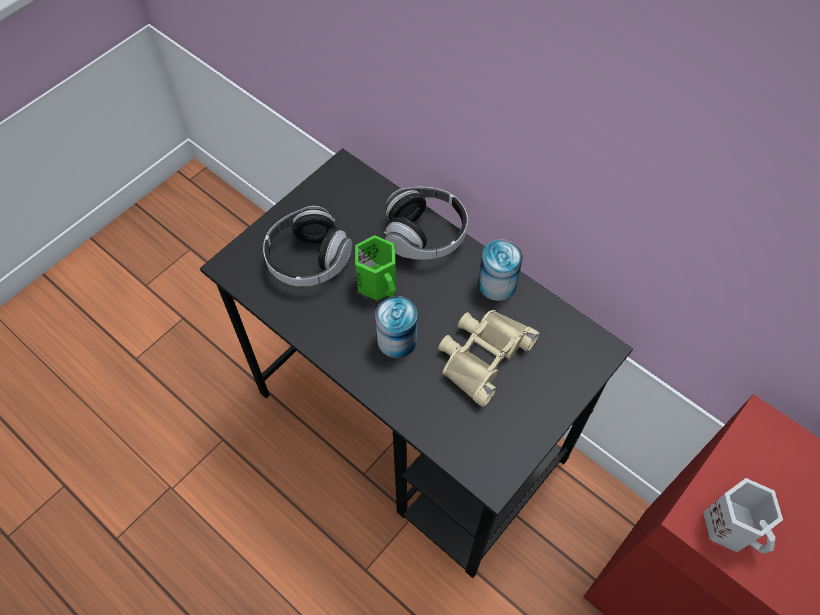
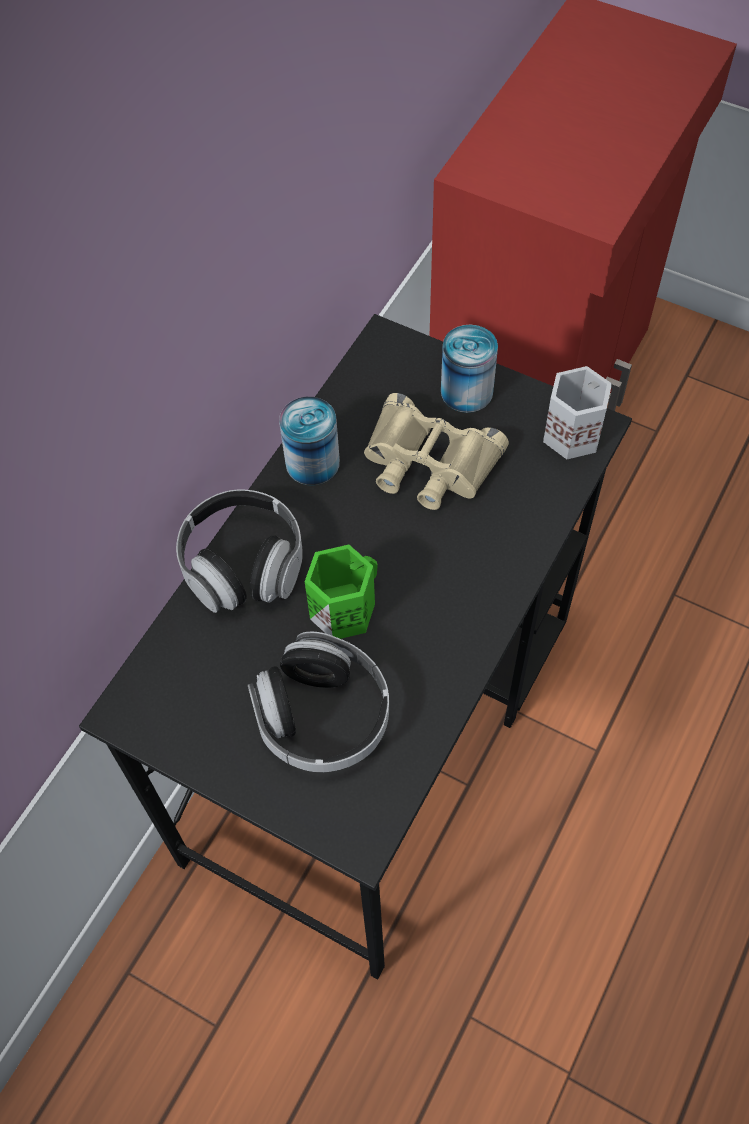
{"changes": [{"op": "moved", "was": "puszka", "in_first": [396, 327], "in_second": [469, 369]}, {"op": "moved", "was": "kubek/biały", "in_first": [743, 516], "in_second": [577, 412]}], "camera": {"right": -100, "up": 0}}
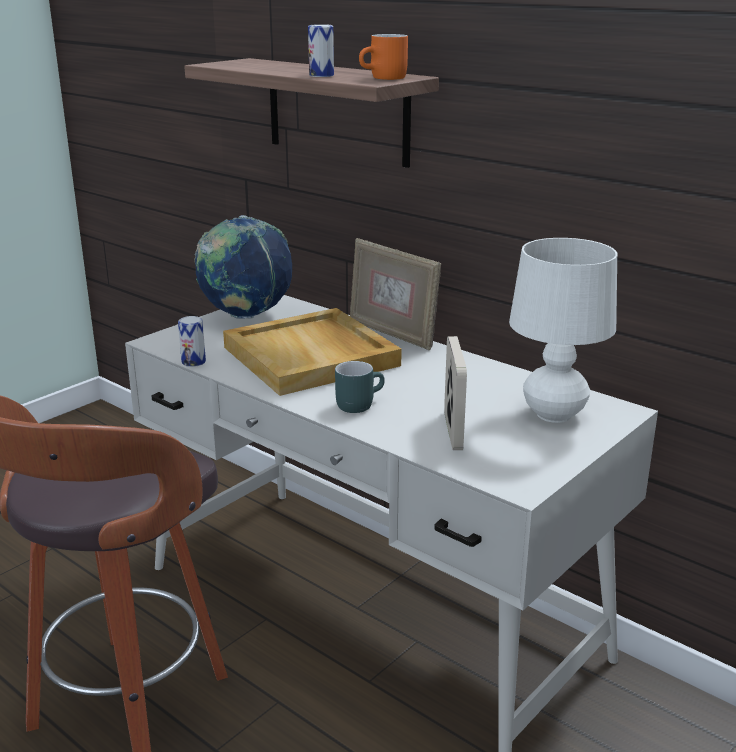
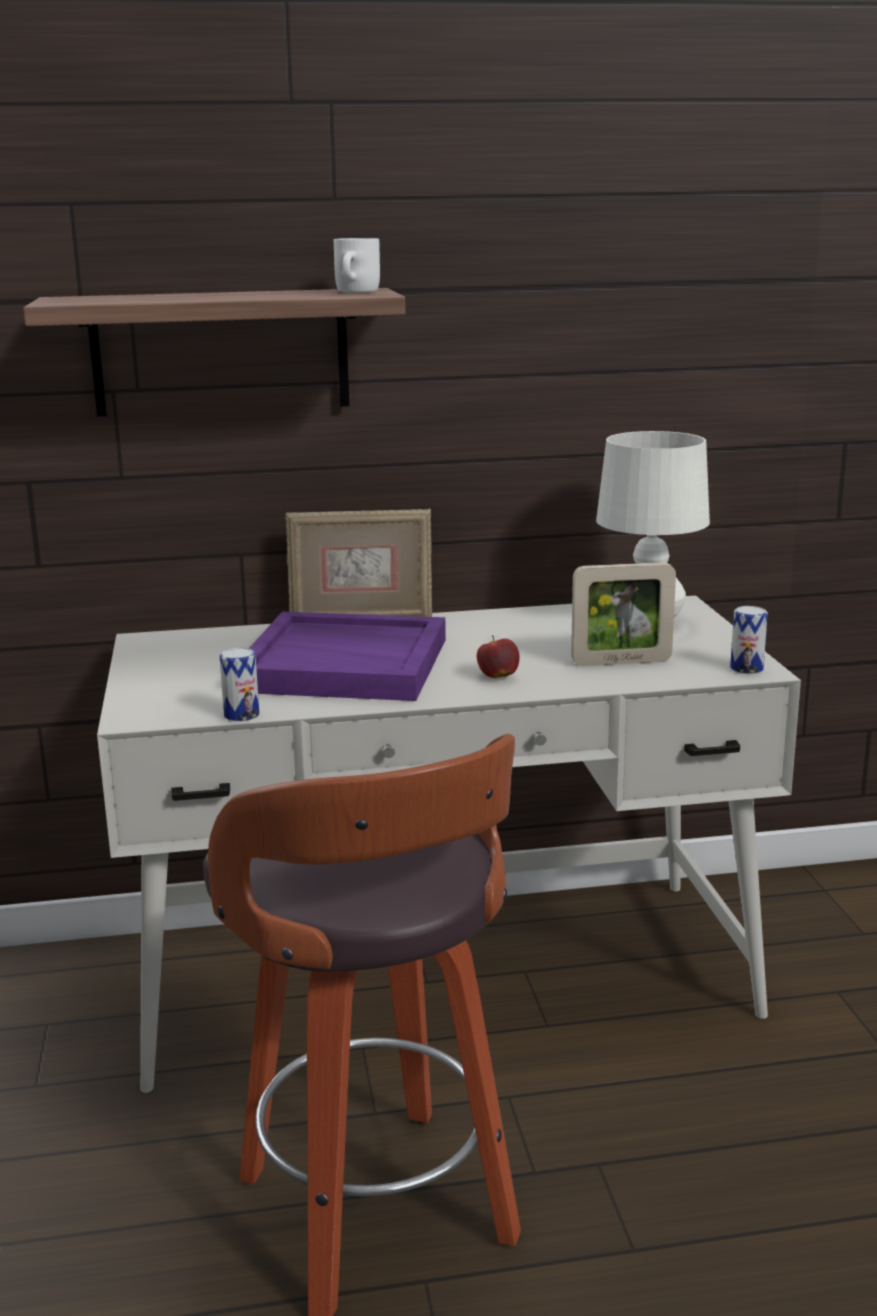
{"changes": [{"op": "recoloured", "was": "taca/beżowy", "now": "taca/fioletowy", "in_first": [312, 352], "in_second": [347, 656]}, {"op": "recoloured", "was": "kubek/pomarańczowy", "now": "kubek/biały", "in_first": [383, 57], "in_second": [357, 265]}, {"op": "replaced", "was": "kubek/turkusowy", "now": "jabłko", "in_first": [360, 387], "in_second": [498, 656]}, {"op": "turned", "was": "ramka na zdjęcie", "in_first": [455, 393], "in_second": [623, 614], "clockwise": 135}, {"op": "moved", "was": "puszka", "in_first": [321, 50], "in_second": [749, 640]}, {"op": "removed", "was": "globus", "in_first": [243, 267]}], "camera": {"right": -50, "up": -5}}
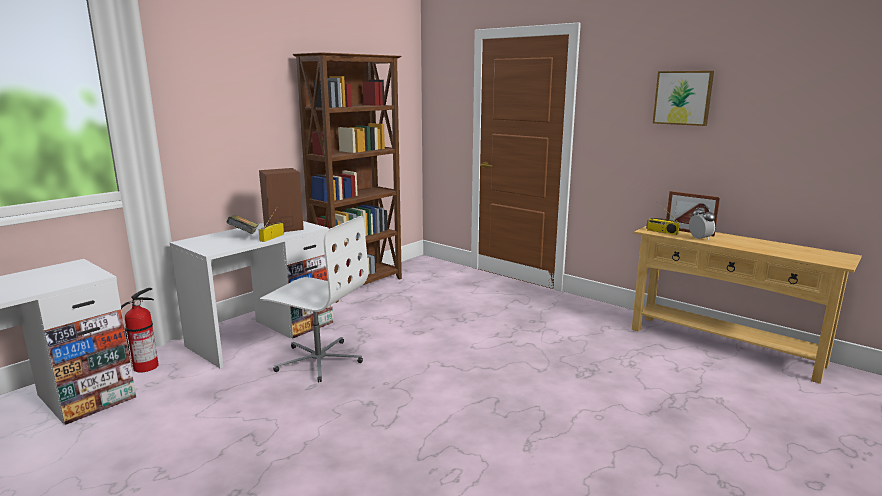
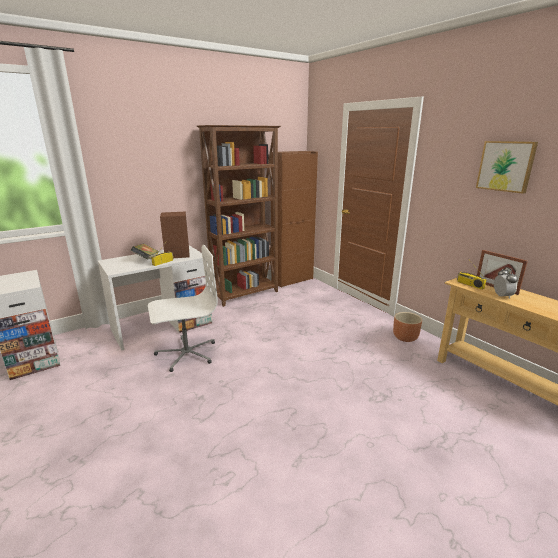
{"changes": [{"op": "turned", "was": "krzesło biurowe/biały", "in_first": [314, 299], "in_second": [183, 308], "clockwise": -60}, {"op": "added", "now": "szafka/brązowy", "in_second": [294, 219]}, {"op": "added", "now": "donica/brązowy", "in_second": [407, 327]}, {"op": "removed", "was": "gaśnica", "in_first": [140, 330]}], "camera": {"right": 15, "up": 5}}
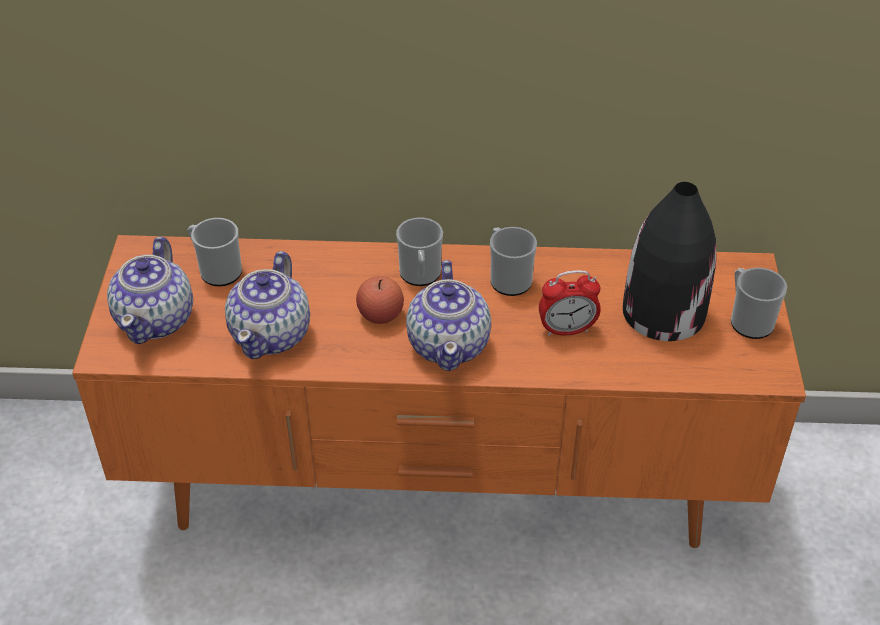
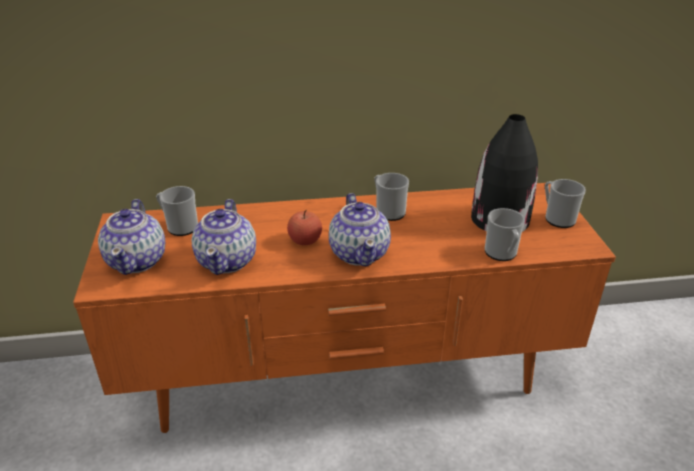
{"changes": [{"op": "moved", "was": "kubek", "in_first": [419, 251], "in_second": [505, 234]}, {"op": "removed", "was": "budzik", "in_first": [570, 303]}], "camera": {"right": -10, "up": -10}}
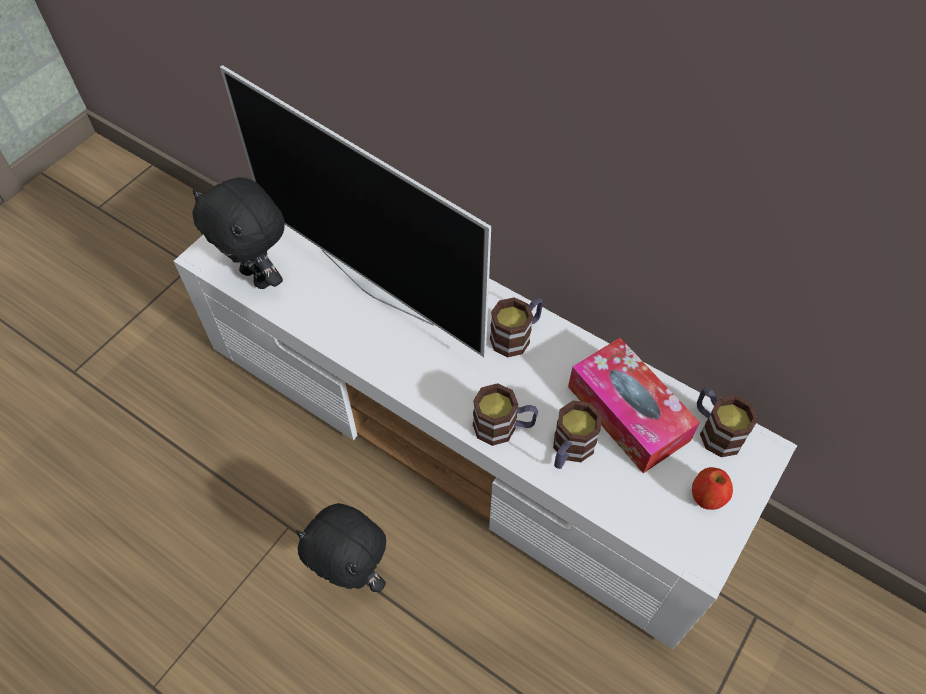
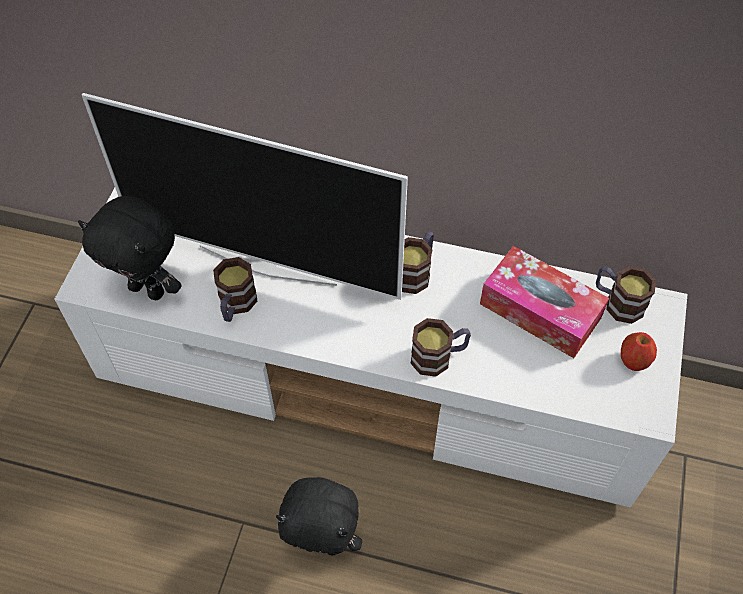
{"changes": [{"op": "moved", "was": "kubek", "in_first": [577, 434], "in_second": [235, 289]}], "camera": {"right": -20, "up": 0}}
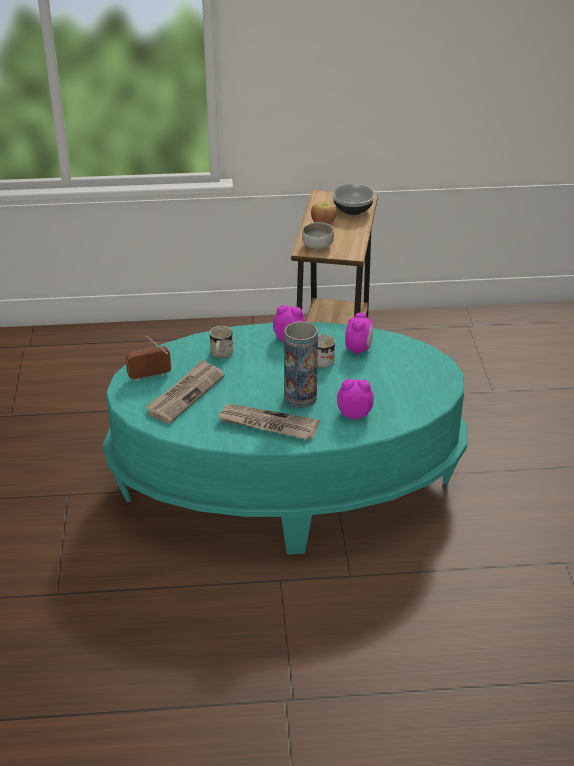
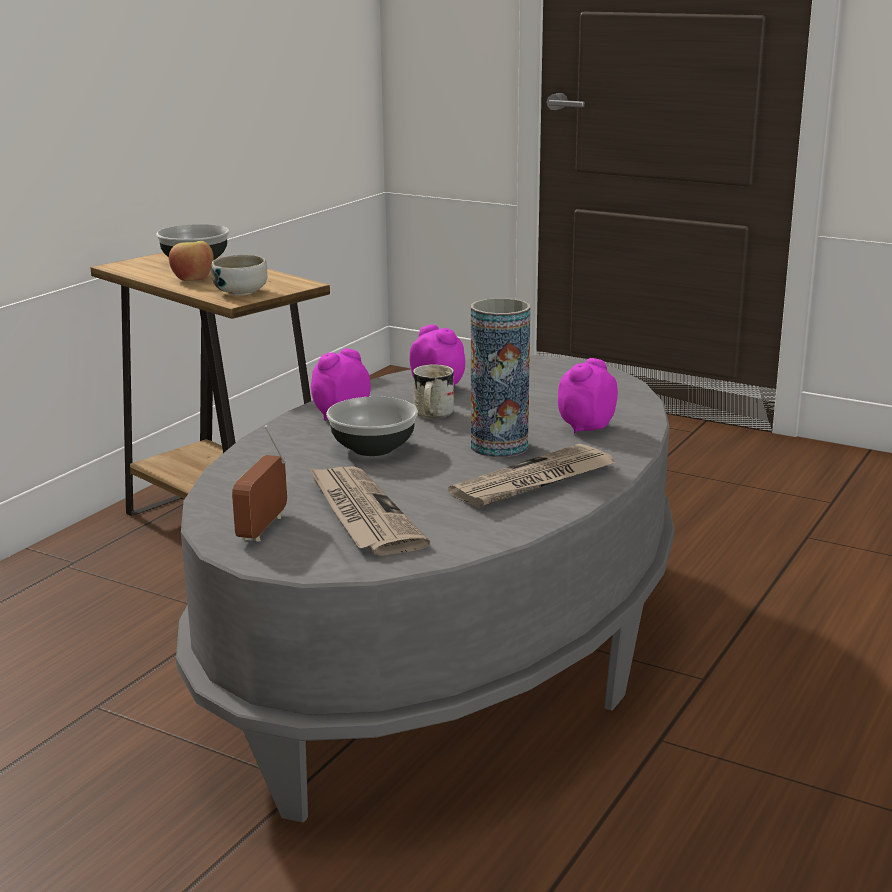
{"changes": [{"op": "recoloured", "was": "ława/turkusowy", "now": "ława/szary", "in_first": [285, 438], "in_second": [425, 588]}, {"op": "added", "now": "miska", "in_second": [372, 426]}, {"op": "removed", "was": "kubek/biały", "in_first": [221, 342]}], "camera": {"right": -55, "up": -15}}
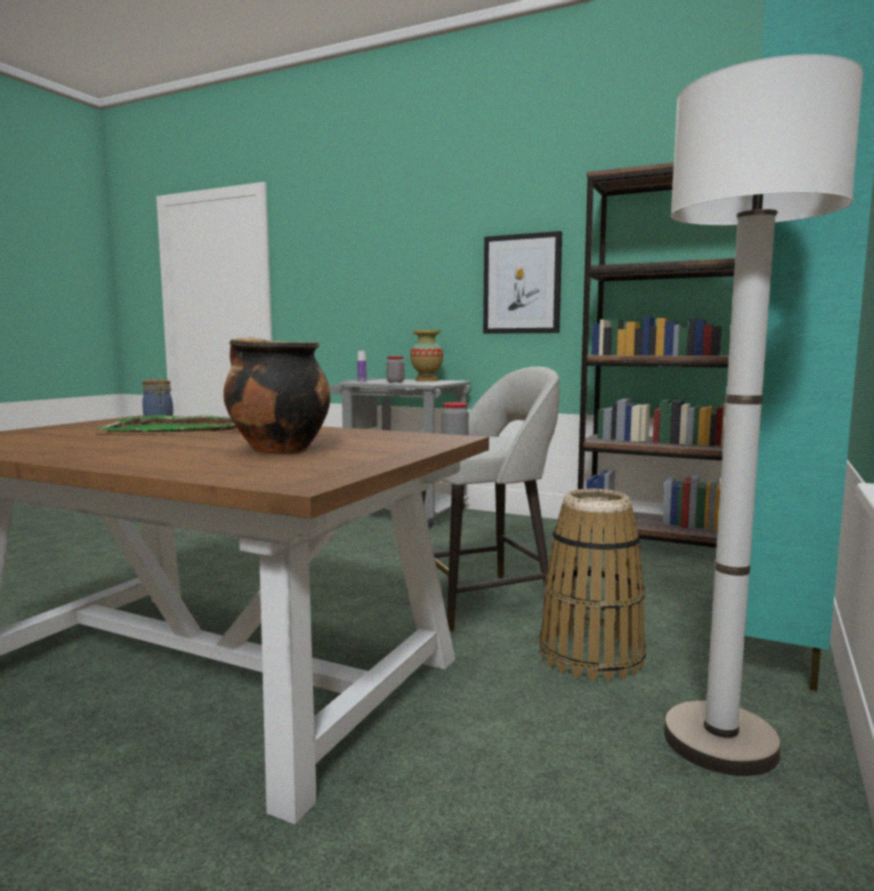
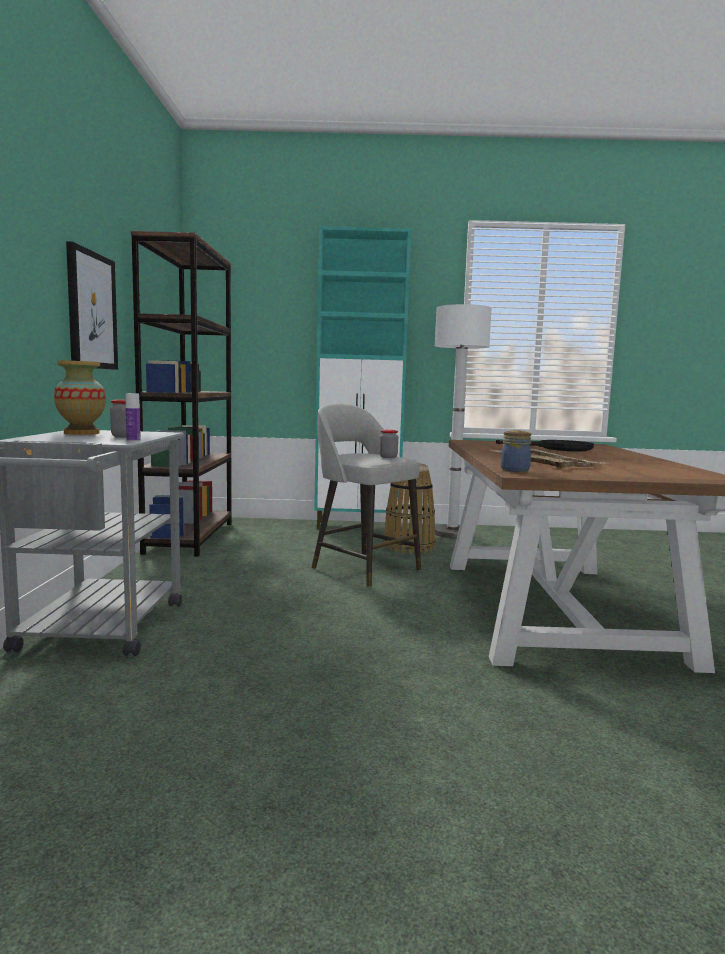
{"changes": [{"op": "recoloured", "was": "taca/zielony", "now": "taca/beżowy", "in_first": [167, 423], "in_second": [545, 458]}, {"op": "replaced", "was": "garnek", "now": "patelnia/czarny", "in_first": [277, 396], "in_second": [545, 445]}], "camera": {"right": -115, "up": 0}}
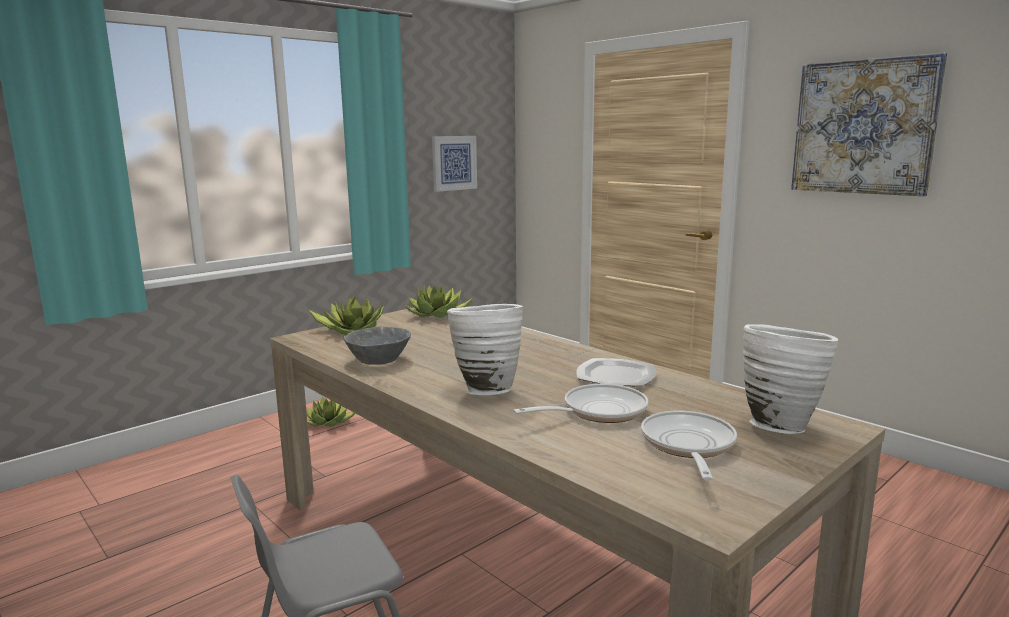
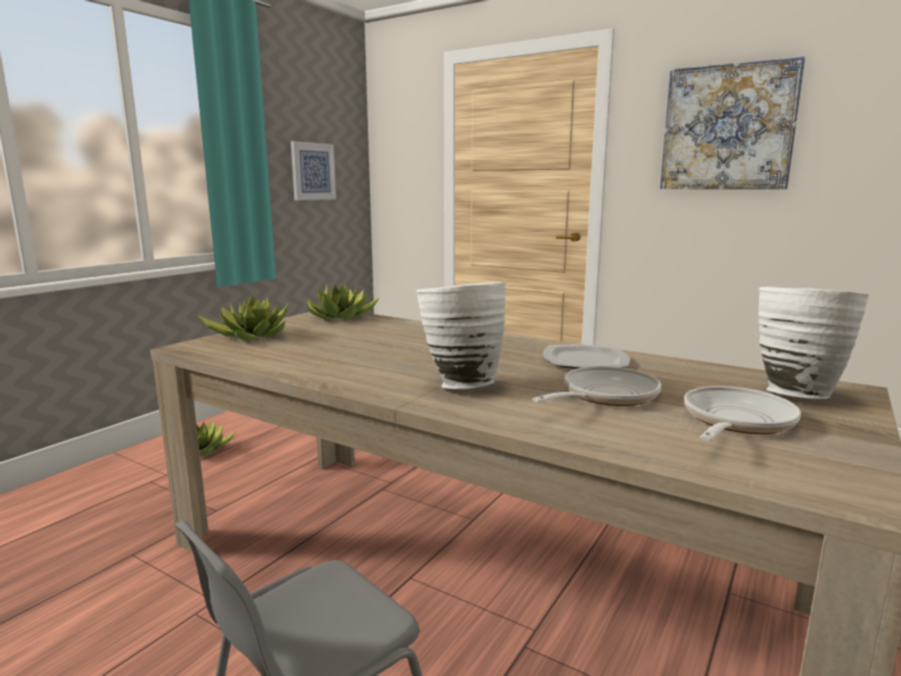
{"changes": [{"op": "turned", "was": "patelnia", "in_first": [689, 446], "in_second": [742, 413], "clockwise": 45}, {"op": "removed", "was": "miska/szary", "in_first": [377, 346]}], "camera": {"right": -15, "up": 0}}
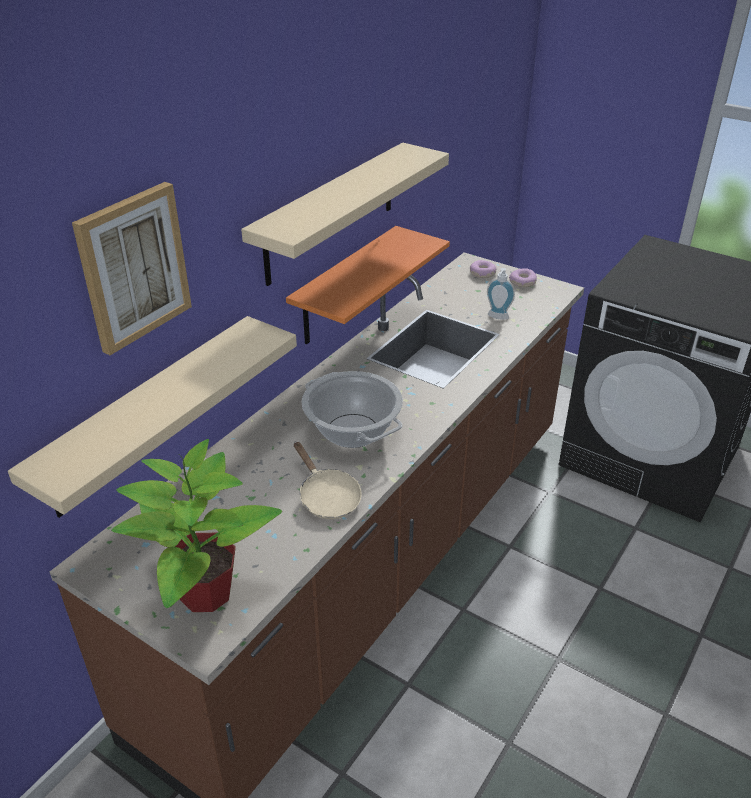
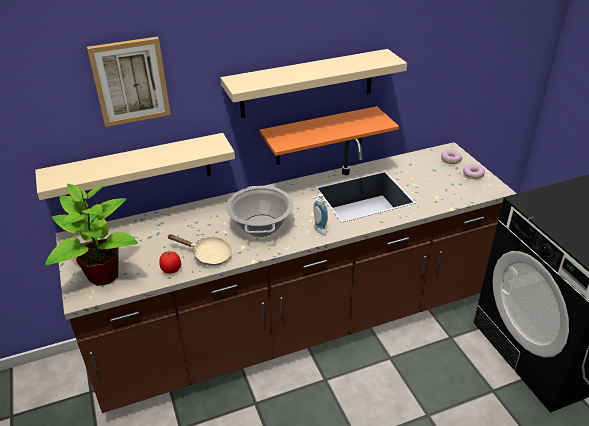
{"changes": [{"op": "added", "now": "pomidor", "in_second": [170, 263]}, {"op": "turned", "was": "patelnia/beżowy", "in_first": [328, 480], "in_second": [200, 250], "clockwise": -75}, {"op": "moved", "was": "dozownik mydła", "in_first": [501, 294], "in_second": [320, 214]}], "camera": {"right": 35, "up": 0}}
